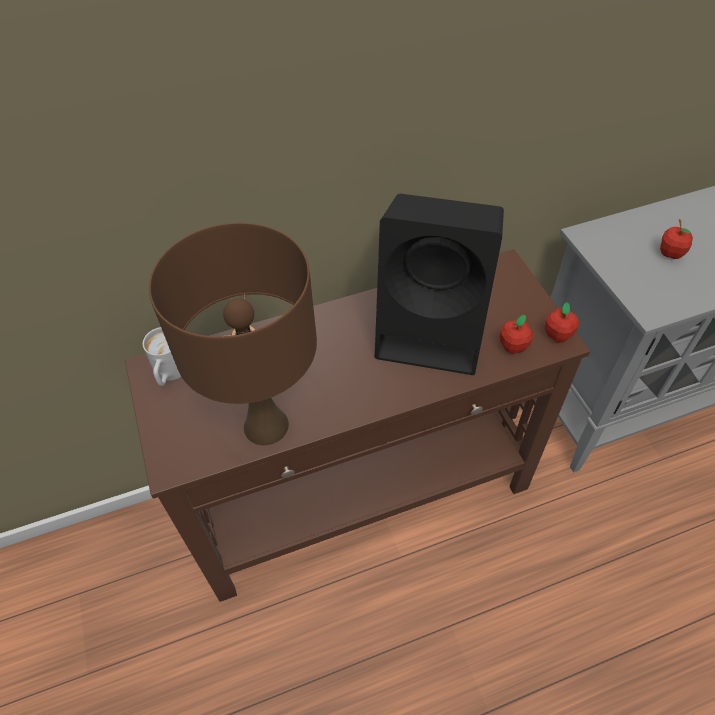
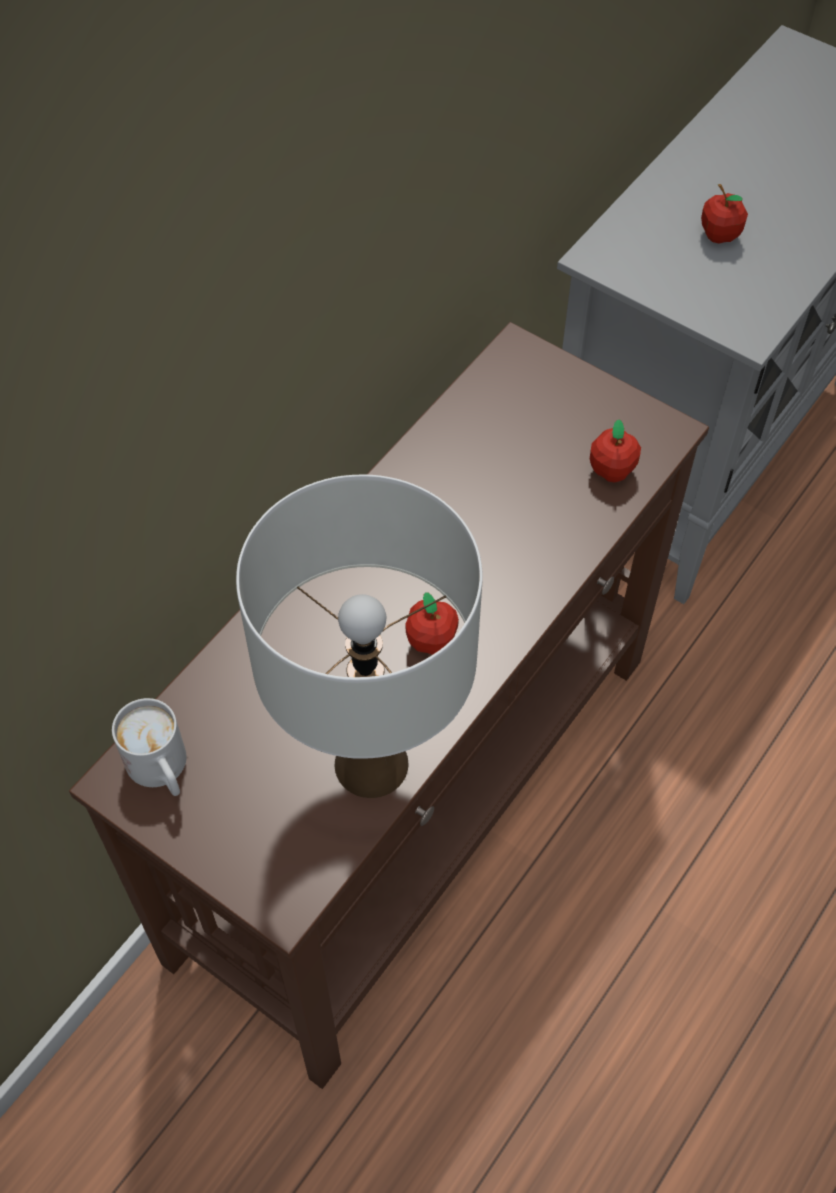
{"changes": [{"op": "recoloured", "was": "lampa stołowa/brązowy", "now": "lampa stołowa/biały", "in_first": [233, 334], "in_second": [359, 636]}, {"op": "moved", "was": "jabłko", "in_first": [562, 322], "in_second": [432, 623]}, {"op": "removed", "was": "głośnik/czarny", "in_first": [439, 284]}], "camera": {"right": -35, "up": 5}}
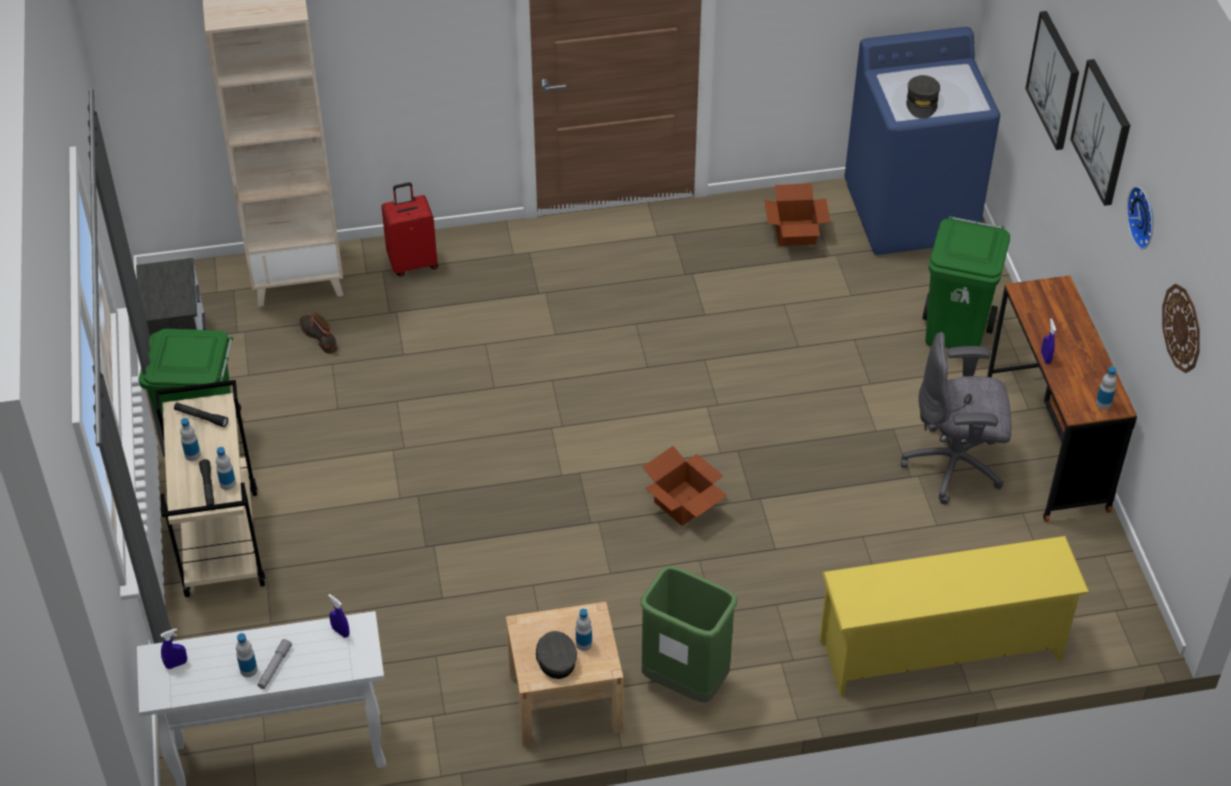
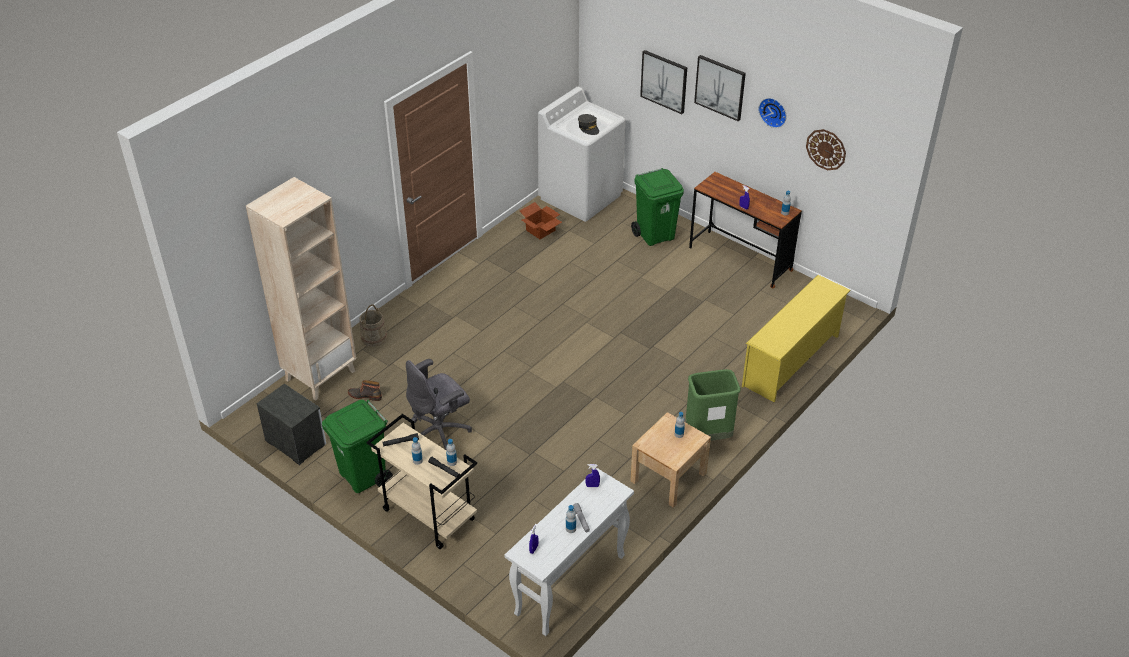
{"changes": [{"op": "replaced", "was": "walizka/czerwony", "now": "wiadro/beżowy", "in_first": [409, 229], "in_second": [373, 325]}, {"op": "moved", "was": "krzesło biurowe/szary", "in_first": [956, 418], "in_second": [439, 405]}, {"op": "recoloured", "was": "pralka/niebieski", "now": "pralka/biały", "in_first": [922, 141], "in_second": [581, 154]}, {"op": "removed", "was": "czapka z daszkiem/szary", "in_first": [556, 655]}, {"op": "removed", "was": "karton", "in_first": [685, 486]}], "camera": {"right": -40, "up": -5}}
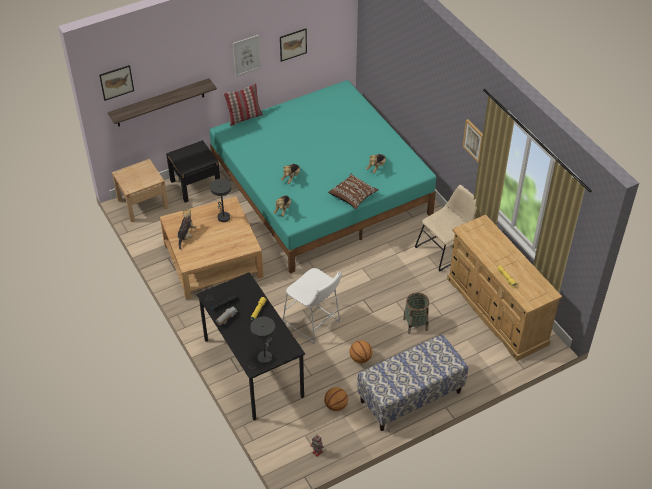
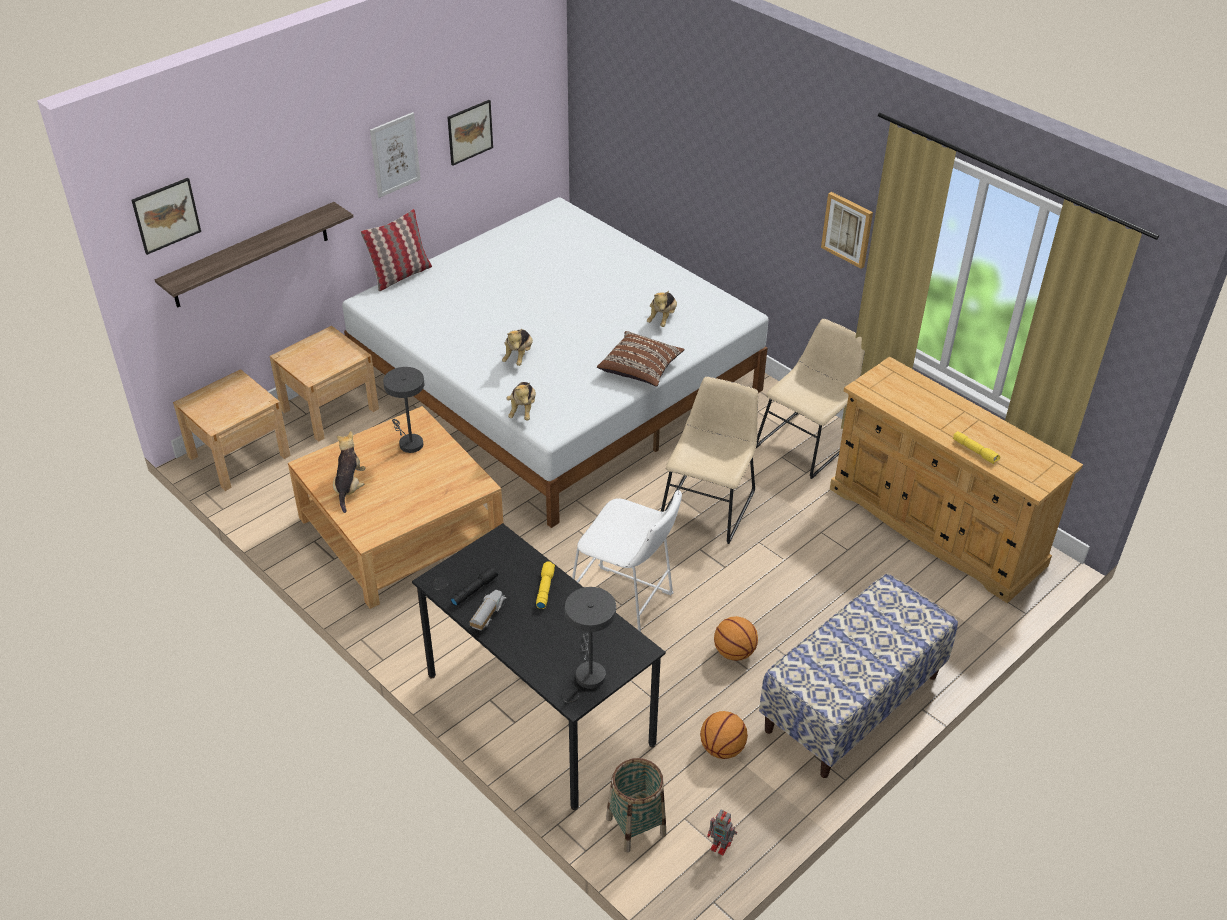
{"changes": [{"op": "recoloured", "was": "szafka nocna/czarny", "now": "szafka nocna/beżowy", "in_first": [193, 171], "in_second": [324, 384]}, {"op": "recoloured", "was": "łóżko/turkusowy", "now": "łóżko/biały", "in_first": [322, 177], "in_second": [555, 362]}, {"op": "moved", "was": "koszyk", "in_first": [416, 313], "in_second": [636, 805]}, {"op": "added", "now": "krzesło/beżowy", "in_second": [709, 460]}], "camera": {"right": -15, "up": -5}}
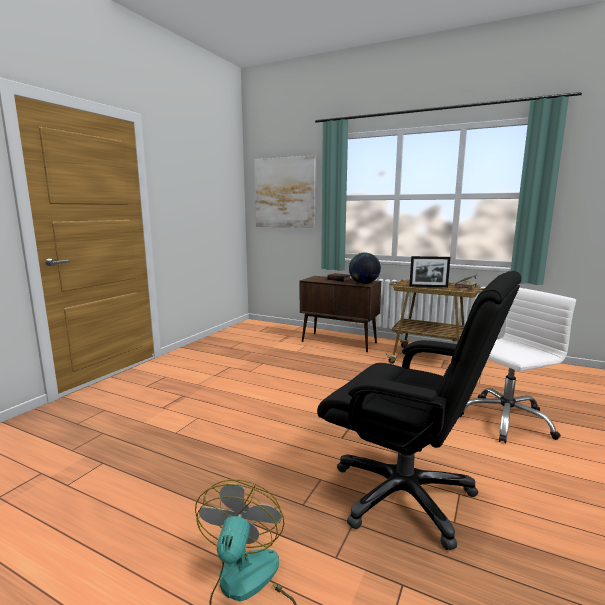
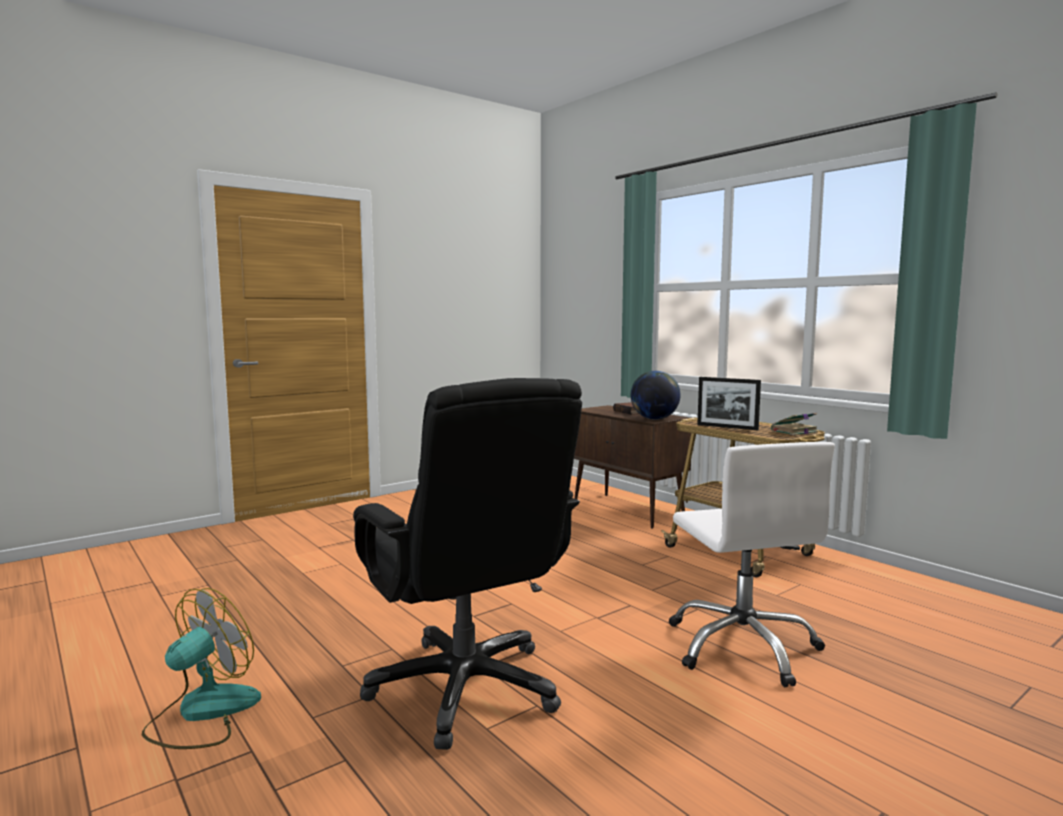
{"changes": [{"op": "turned", "was": "krzesło biurowe/biały", "in_first": [518, 365], "in_second": [752, 564], "clockwise": 75}, {"op": "removed", "was": "obraz", "in_first": [285, 191]}], "camera": {"right": 25, "up": -5}}
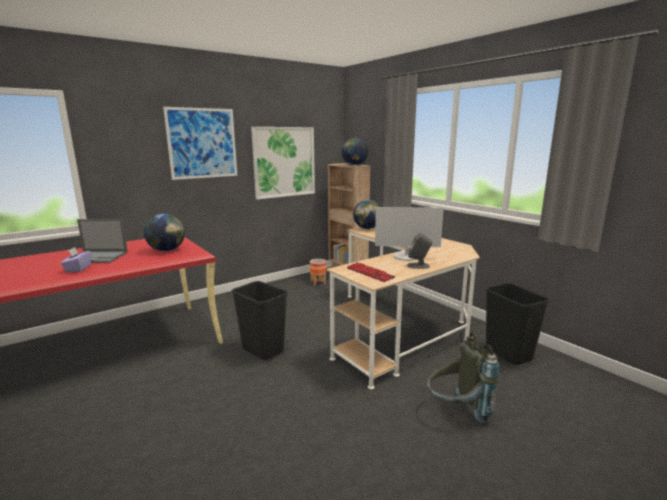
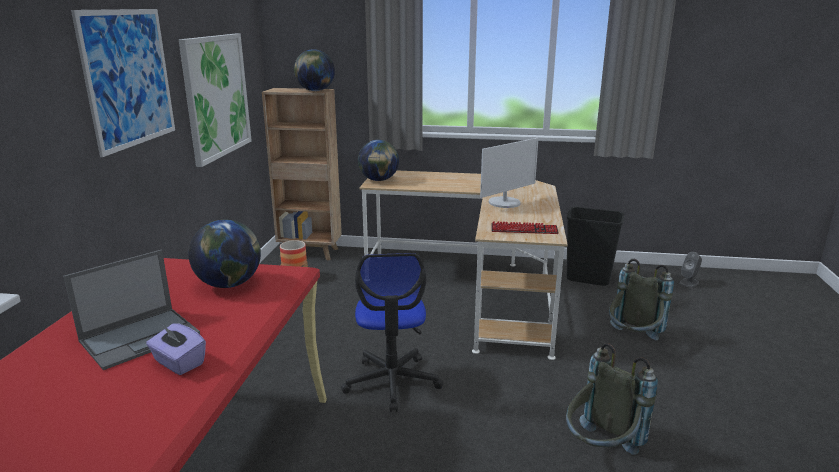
{"changes": [{"op": "replaced", "was": "kosz na śmieci/czarny", "now": "krzesło biurowe", "in_first": [259, 320], "in_second": [392, 332]}, {"op": "added", "now": "plecak/szary", "in_second": [612, 399]}, {"op": "moved", "was": "głośnik/szary", "in_first": [419, 251], "in_second": [690, 269]}], "camera": {"right": -45, "up": 5}}
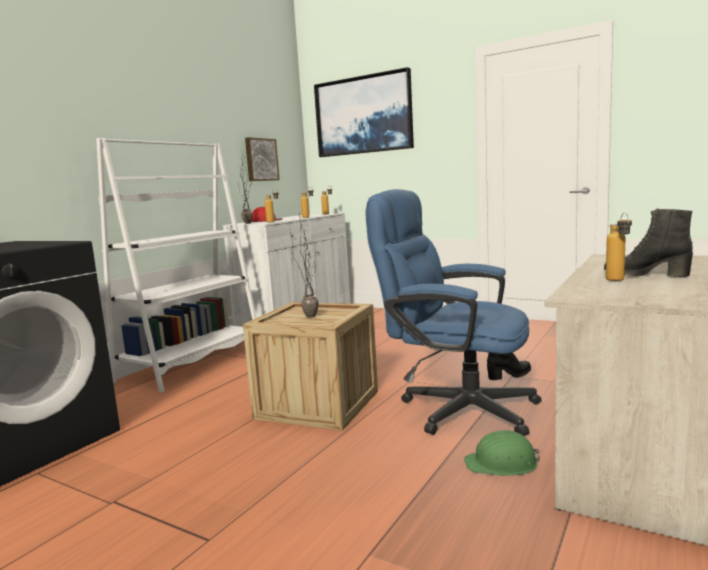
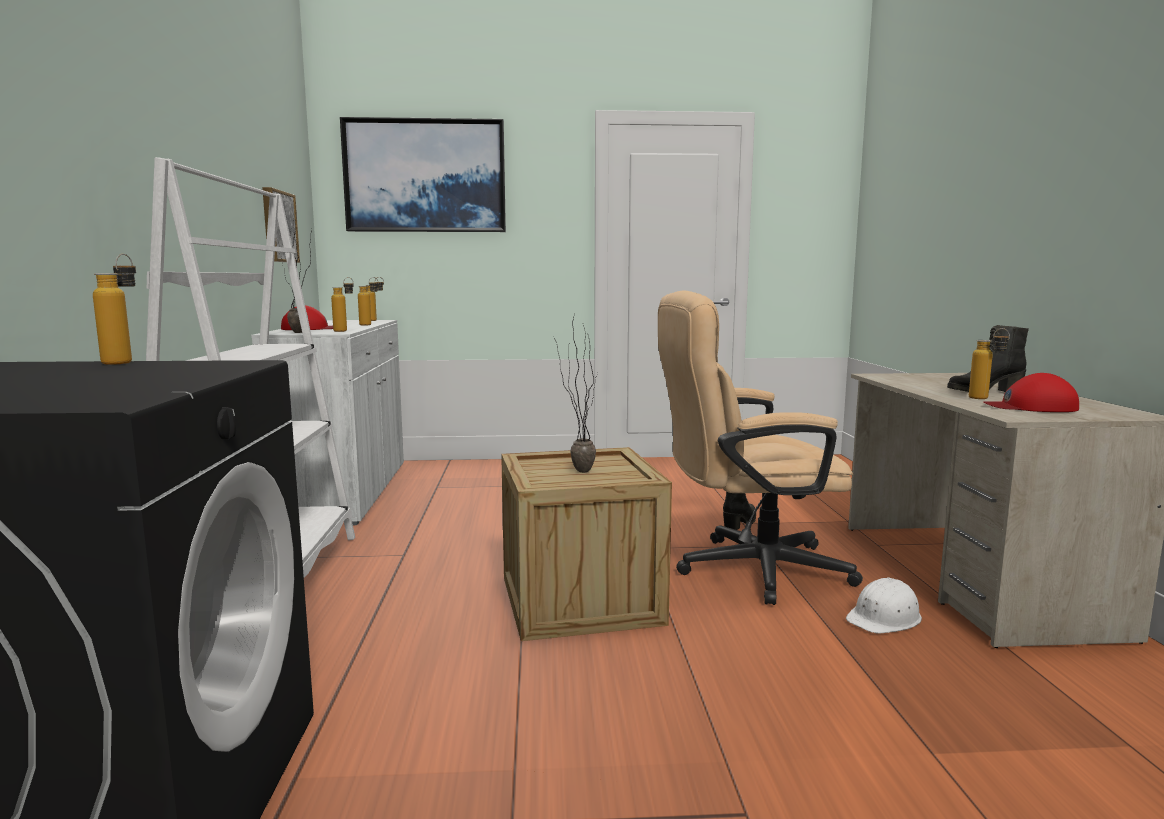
{"changes": [{"op": "added", "now": "butelka", "in_second": [114, 309]}, {"op": "recoloured", "was": "krzesło biurowe/niebieski", "now": "krzesło biurowe/beżowy", "in_first": [453, 312], "in_second": [760, 448]}, {"op": "recoloured", "was": "kask/zielony", "now": "kask/biały", "in_first": [502, 453], "in_second": [884, 605]}, {"op": "added", "now": "czapka z daszkiem/czerwony", "in_second": [1031, 392]}], "camera": {"right": -35, "up": 0}}
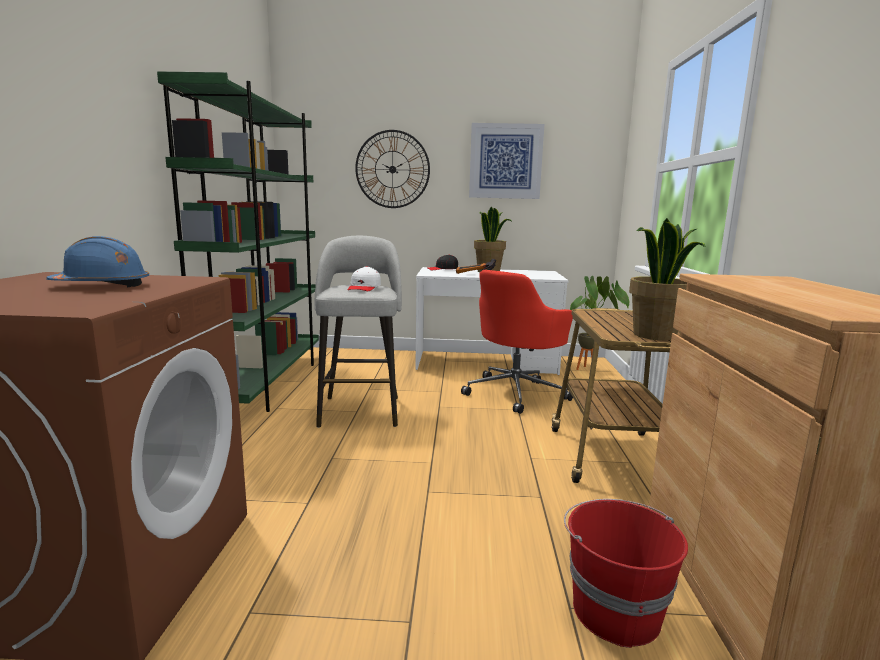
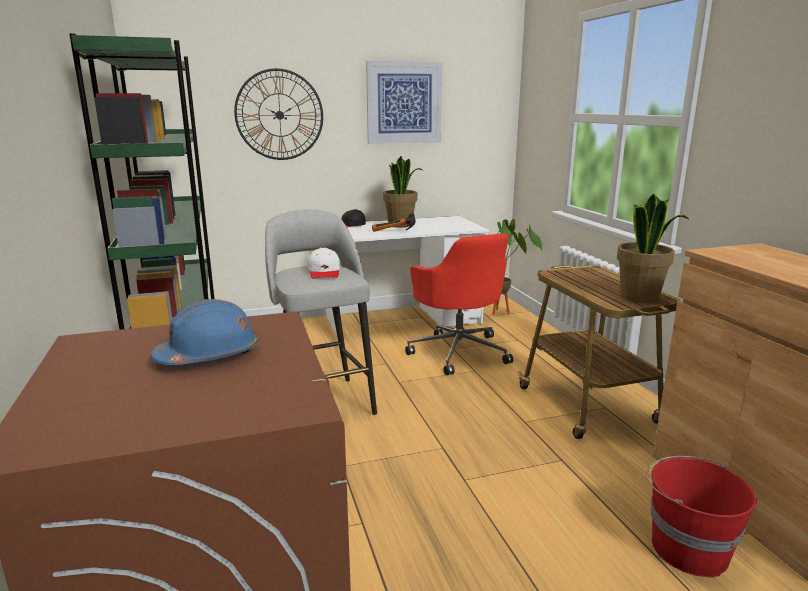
{"changes": [{"op": "turned", "was": "krzesło biurowe/czerwony", "in_first": [517, 342], "in_second": [459, 304], "clockwise": -45}], "camera": {"right": -20, "up": 5}}
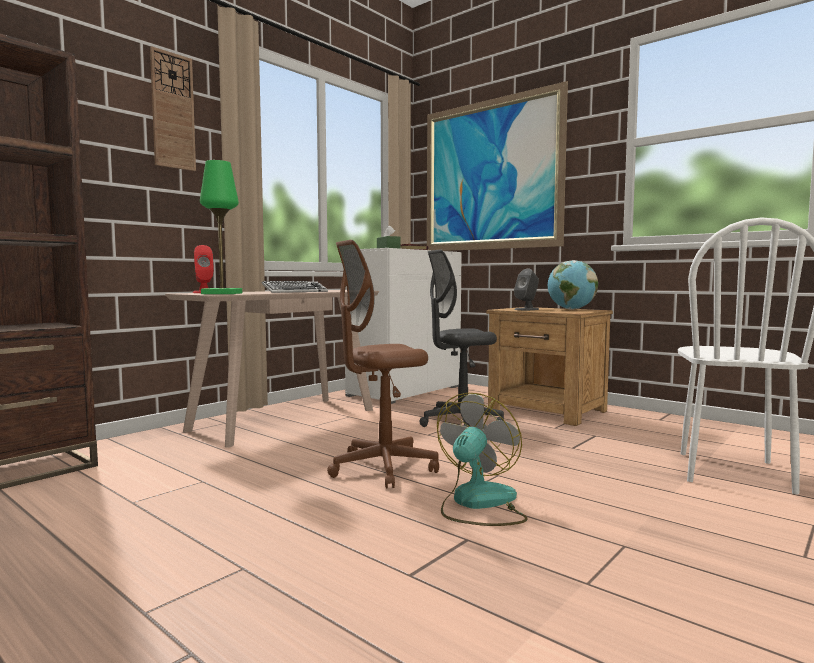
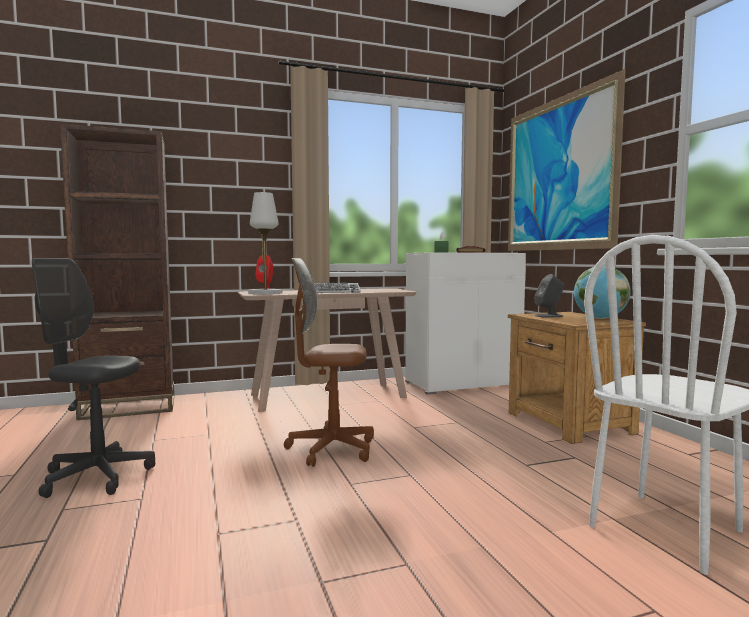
{"changes": [{"op": "moved", "was": "krzesło biurowe/szary", "in_first": [461, 338], "in_second": [93, 378]}, {"op": "recoloured", "was": "lampa stołowa/zielony", "now": "lampa stołowa/biały", "in_first": [221, 227], "in_second": [265, 243]}, {"op": "removed", "was": "zegar ścienny", "in_first": [173, 108]}, {"op": "removed", "was": "wentylator", "in_first": [482, 459]}], "camera": {"right": 30, "up": 0}}
